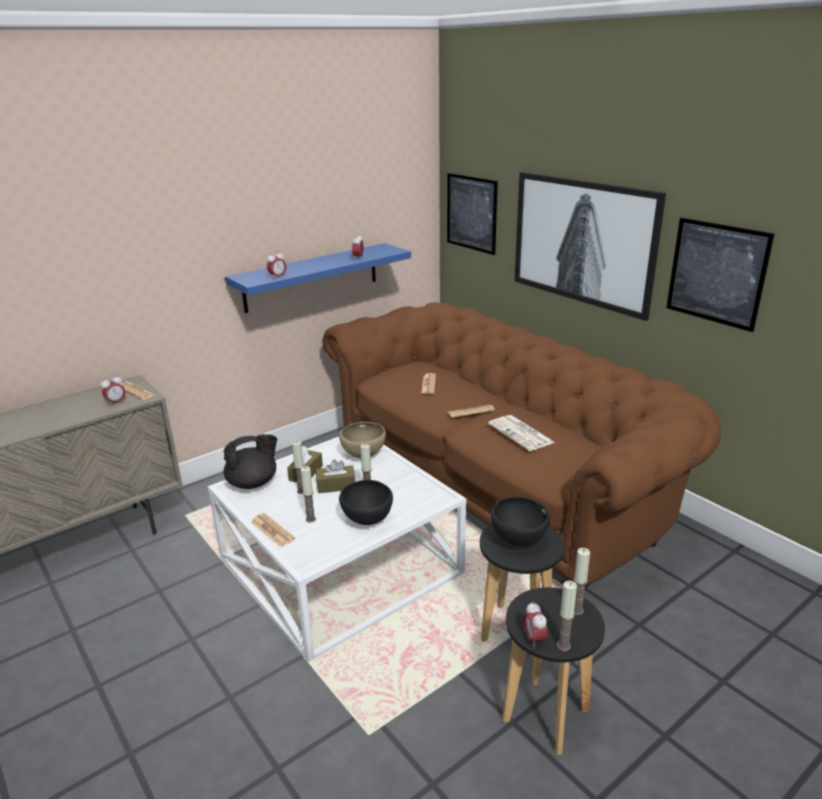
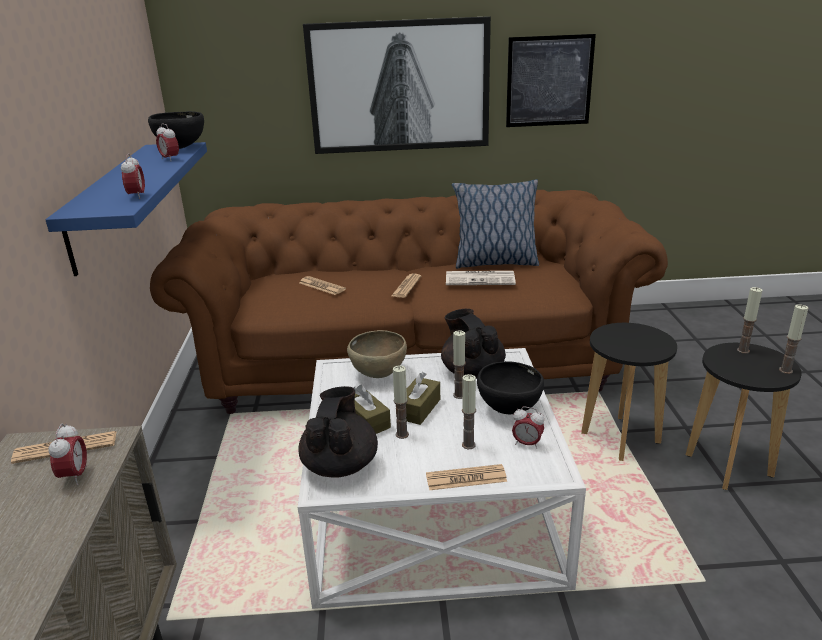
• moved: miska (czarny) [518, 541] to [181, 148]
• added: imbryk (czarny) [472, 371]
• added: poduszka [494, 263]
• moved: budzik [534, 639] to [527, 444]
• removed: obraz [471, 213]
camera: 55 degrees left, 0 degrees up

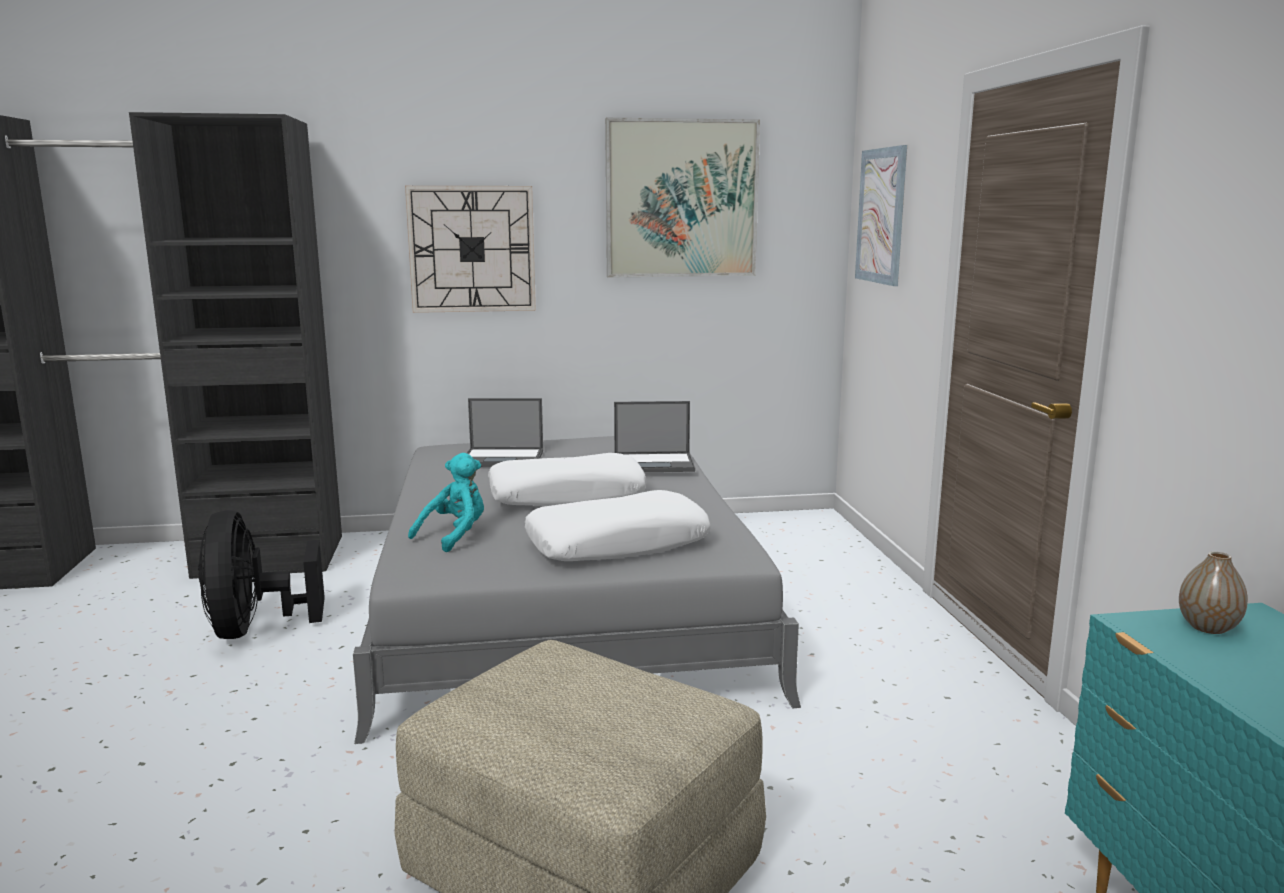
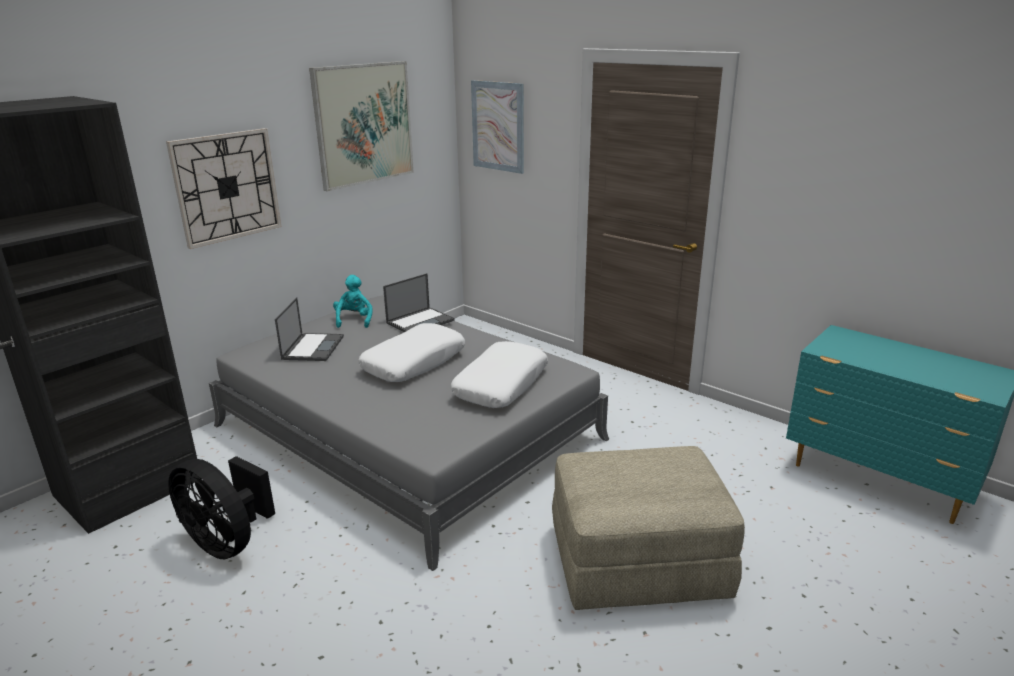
• turned: laptop [504, 458] = [313, 347] 45 degrees counterclockwise
• moved: pluszak (turkusowy) [455, 536] to [354, 320]
• removed: wazon [1207, 627]
camera: 40 degrees left, 10 degrees up

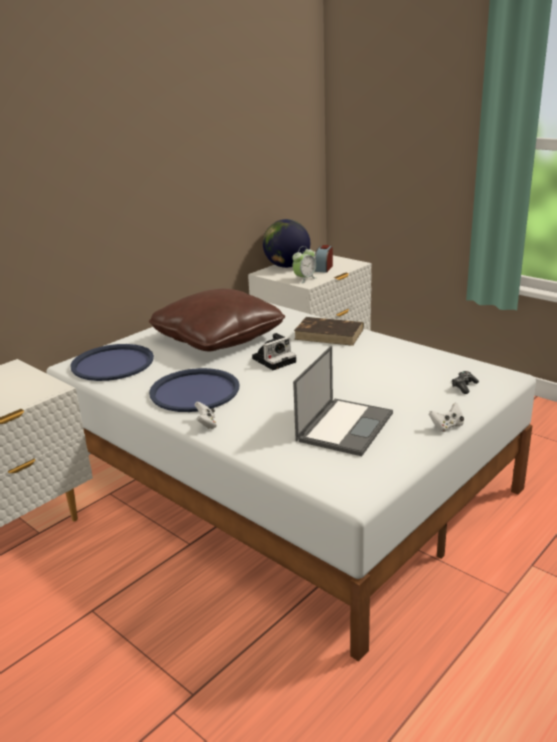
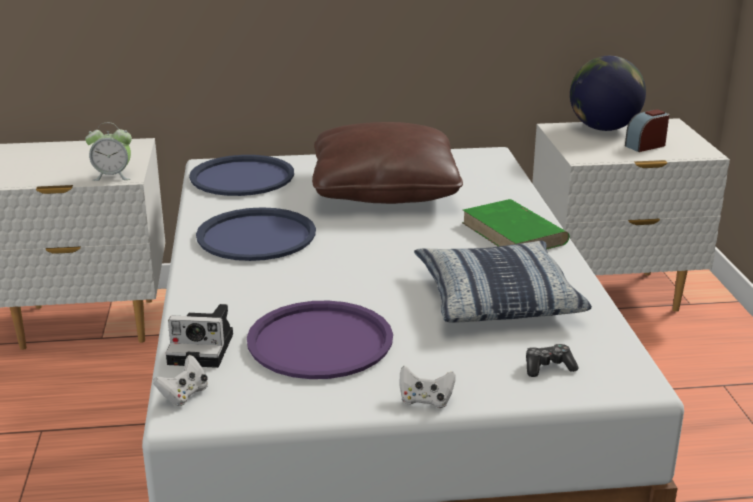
• moved: budzik [304, 279] to [112, 176]
• moved: pad do gier (biały) [206, 424] to [184, 395]
• moved: aparat fotograficzny [275, 359] to [204, 348]
• replaced: laptop [345, 426] to taca (fioletowy) [320, 341]
• added: poduszka [496, 297]
• recoloured: książka (brązowy) [329, 334] to książka (zielony) [514, 233]
camera: 40 degrees right, 0 degrees up

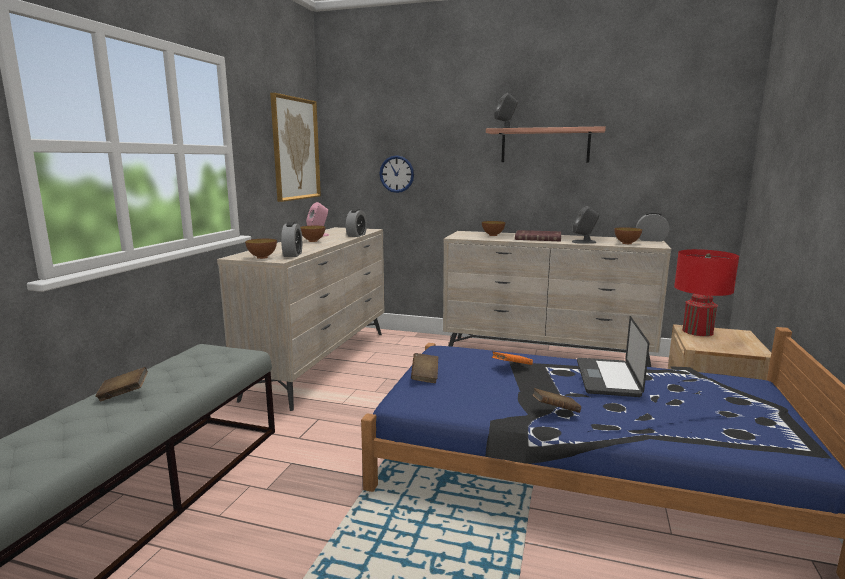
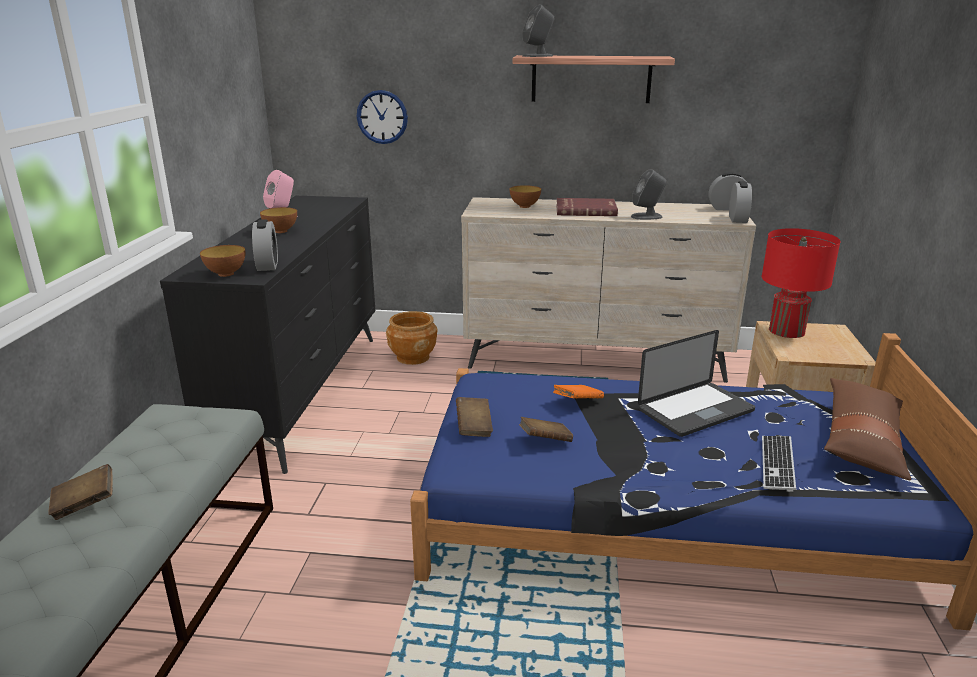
• recoloured: komoda (beżowy) [322, 362] to komoda (czarny) [303, 393]
• added: donica (brązowy) [413, 357]
• moved: książka (brązowy) [555, 411] to [545, 441]
• turned: laptop [607, 378] = [695, 410] 120 degrees counterclockwise
• moved: budzik [356, 235] to [737, 219]
• added: klawiatura [777, 464]
• added: poduszka (brązowy) [862, 440]
• removed: obraz [295, 149]
• removed: miska [626, 243]
camera: 10 degrees left, 10 degrees up

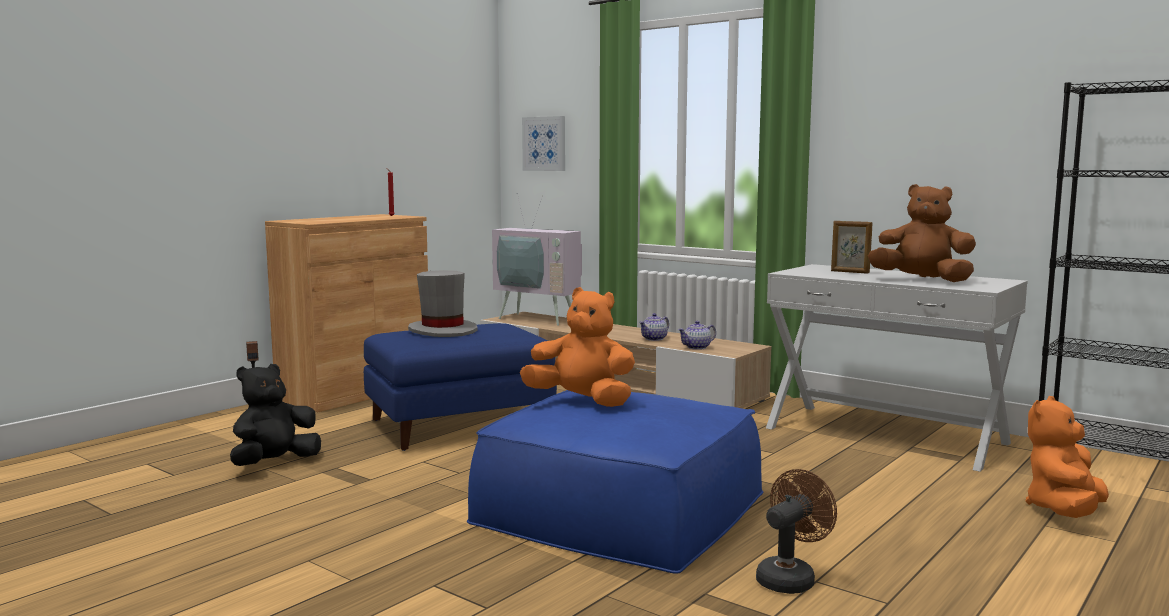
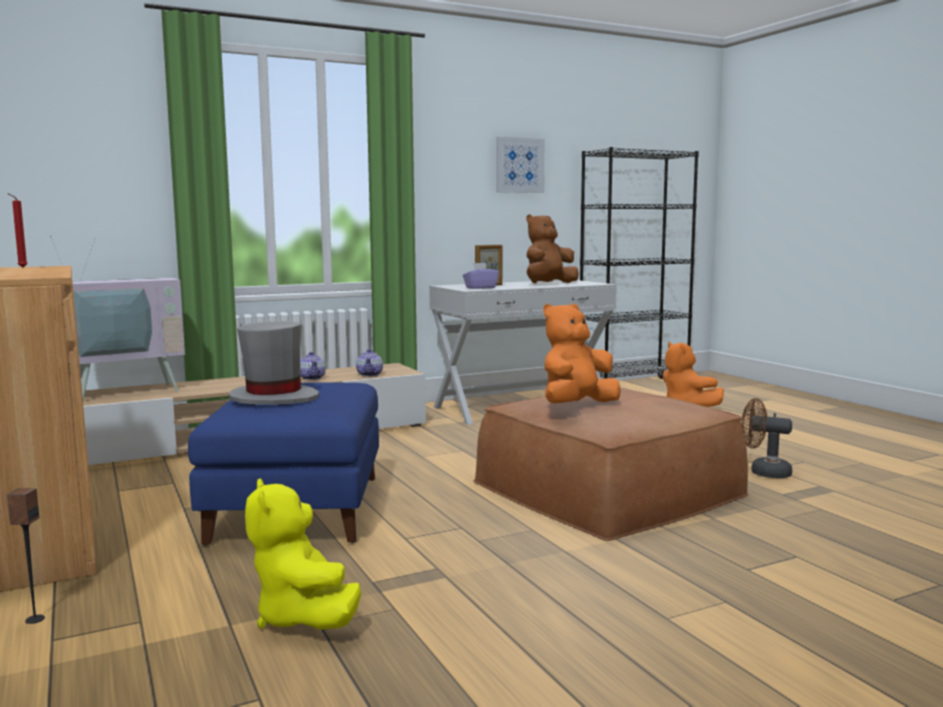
• recoloured: pluszak (czarny) [274, 463] to pluszak (żółty) [303, 618]
• added: pudełko chusteczek (fioletowy) [480, 288]
• recoloured: pufa (niebieski) [621, 507] to pufa (brązowy) [607, 488]
• moved: obraz [544, 144] to [519, 165]
• turned: wentylator (brązowy) [790, 578] = [763, 472] 45 degrees counterclockwise
camera: 65 degrees left, 0 degrees up

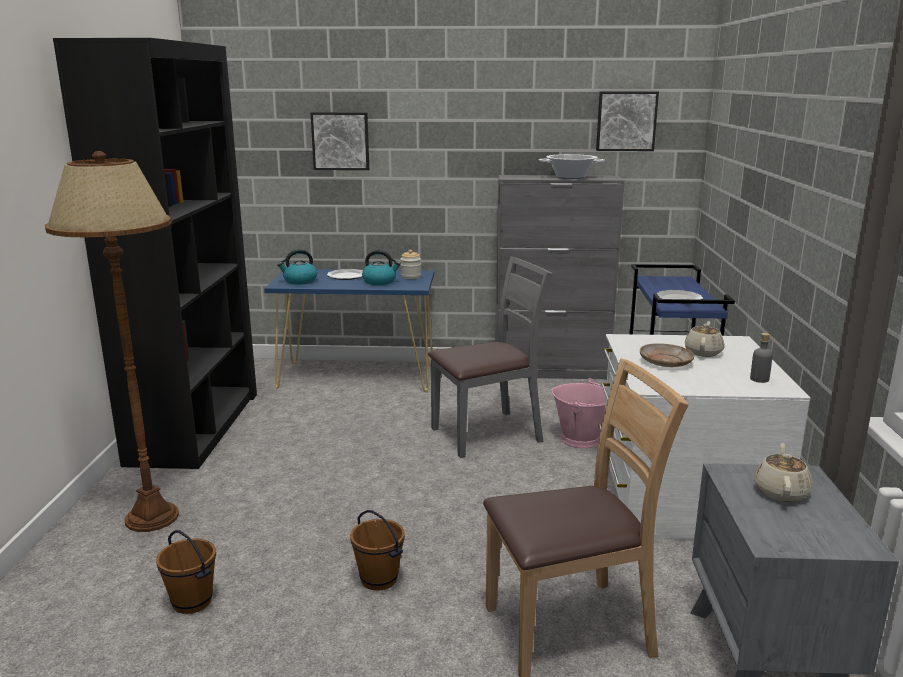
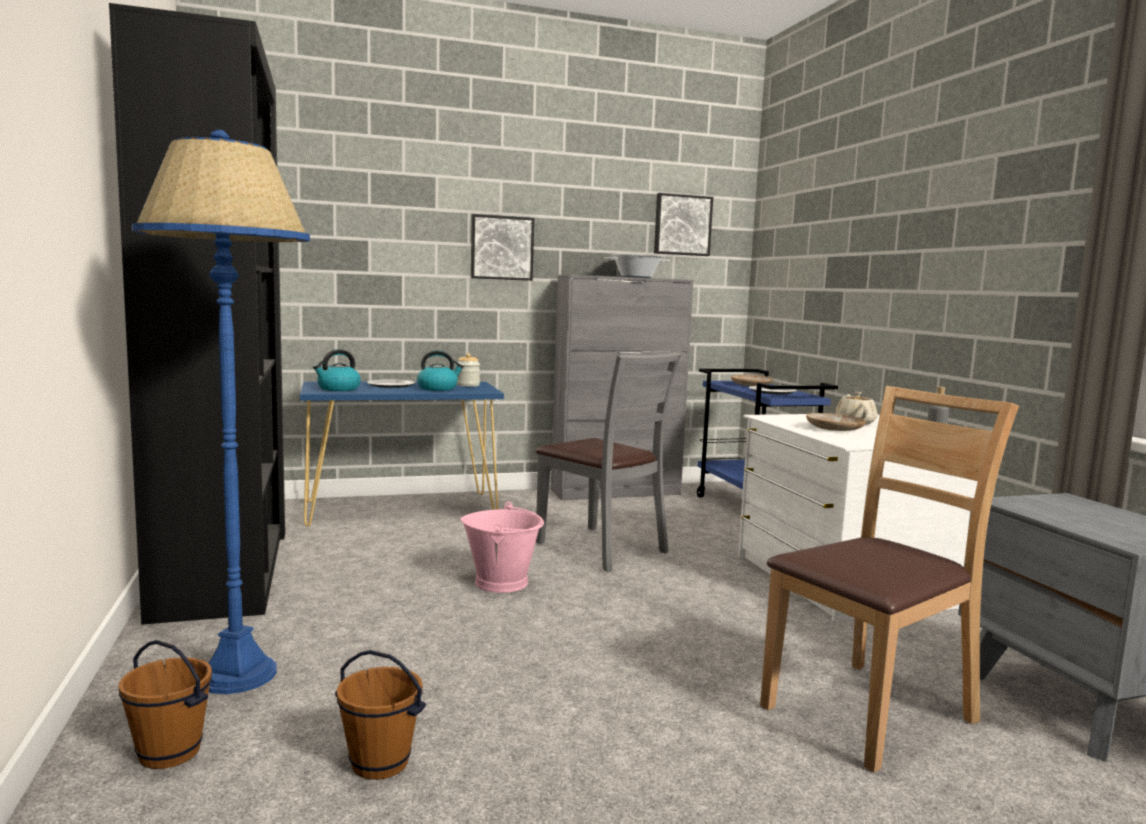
• moved: wiadro (brązowy) [378, 580] to [168, 753]
• recoloured: lampa stojąca (brązowy) [153, 517] to lampa stojąca (niebieski) [238, 674]
• moved: wiadro (różowy) [580, 439] to [502, 582]
• moved: obraz [340, 141] to [501, 248]
• turned: krzesło (szary) [487, 434] = [601, 548] 90 degrees clockwise
• added: talerz (beżowy) [751, 385]
• removed: imbryk (beżowy) [781, 491]
camera: 20 degrees left, 10 degrees down

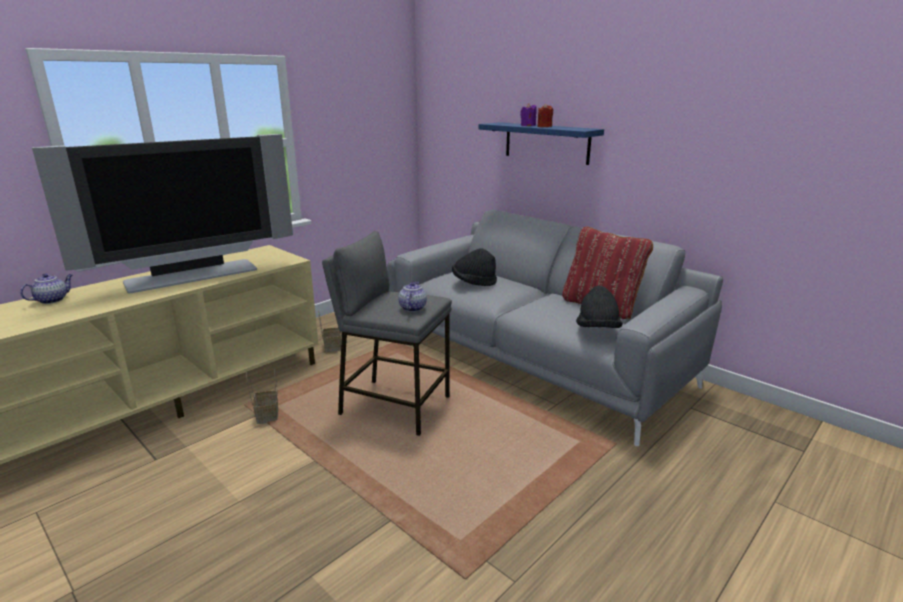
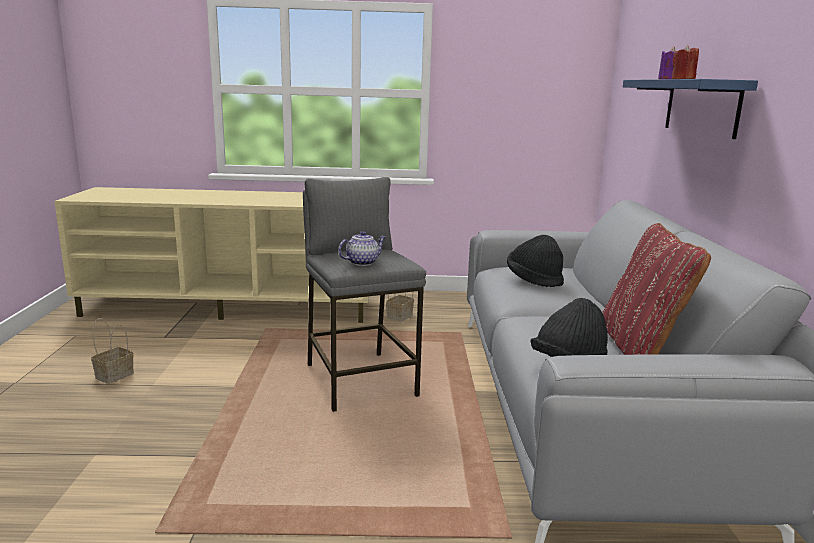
• moved: koszyk [267, 415] to [115, 375]
• removed: imbryk [52, 300]
• removed: telewizor [193, 276]
camera: 45 degrees right, 5 degrees down

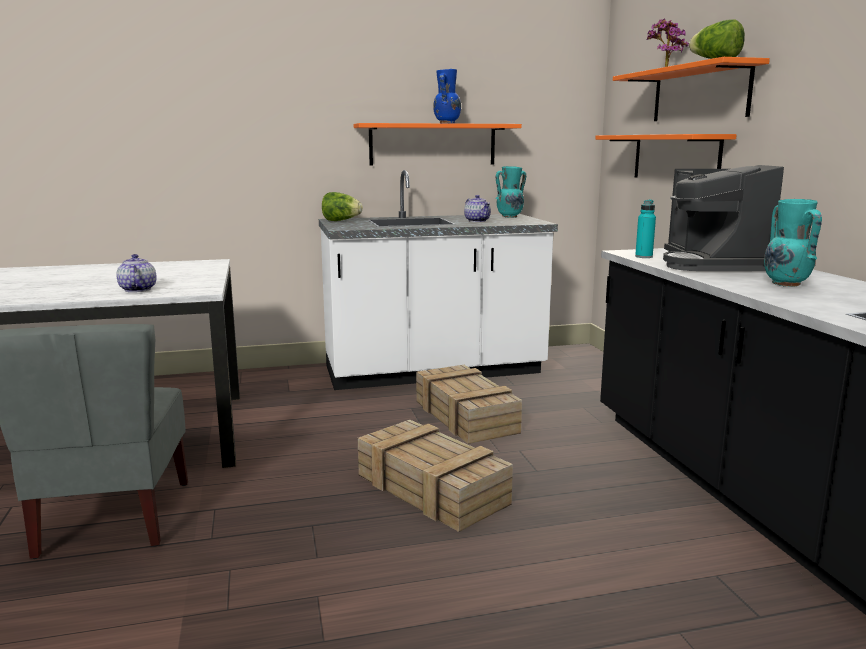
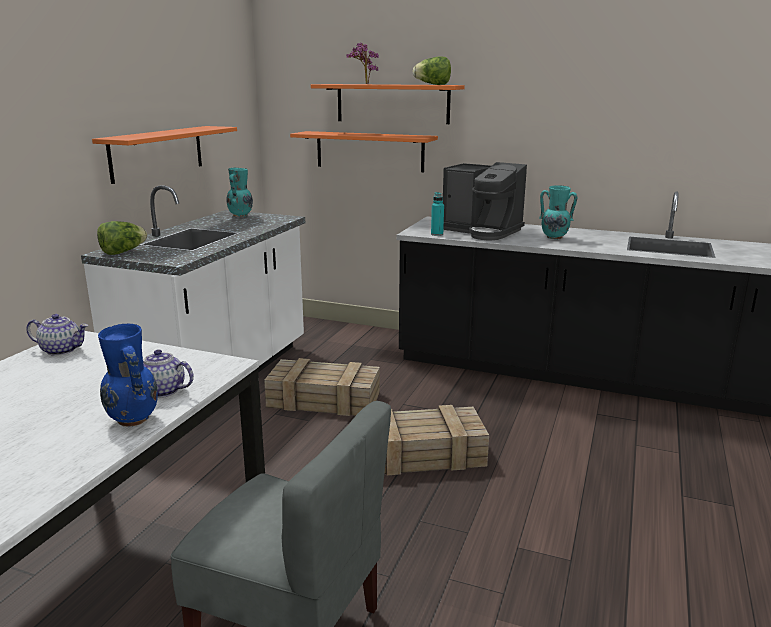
• moved: imbryk [477, 221] to [62, 350]
• moved: wazon (niebieski) [446, 123] to [133, 420]
camera: 55 degrees left, 5 degrees up

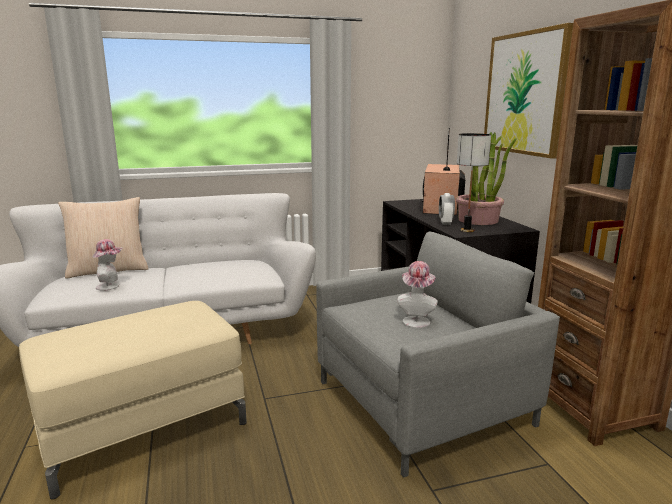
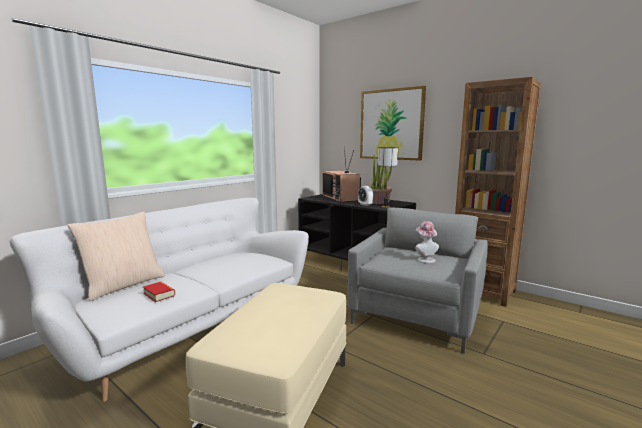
• replaced: kapelusz [111, 286] to książka [159, 294]
camera: 35 degrees left, 5 degrees down

